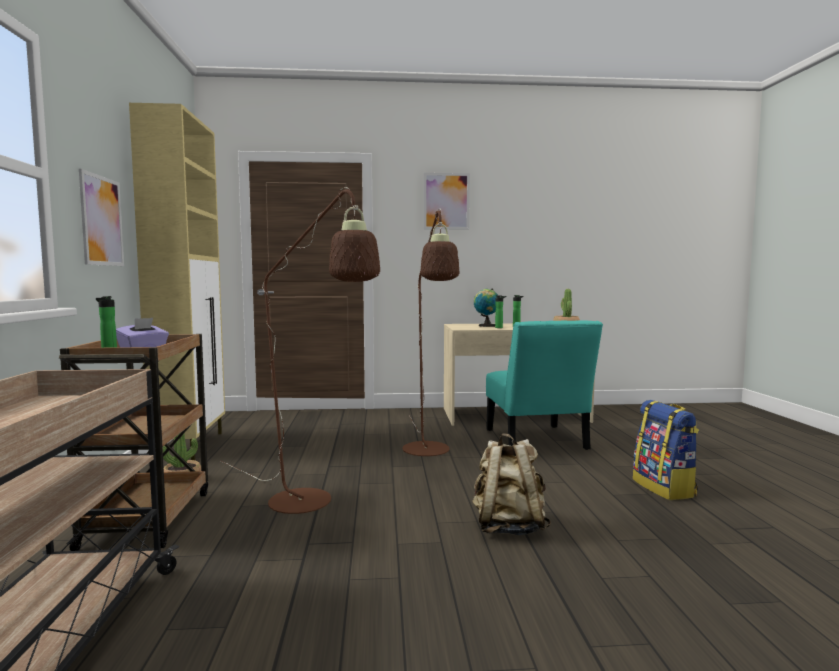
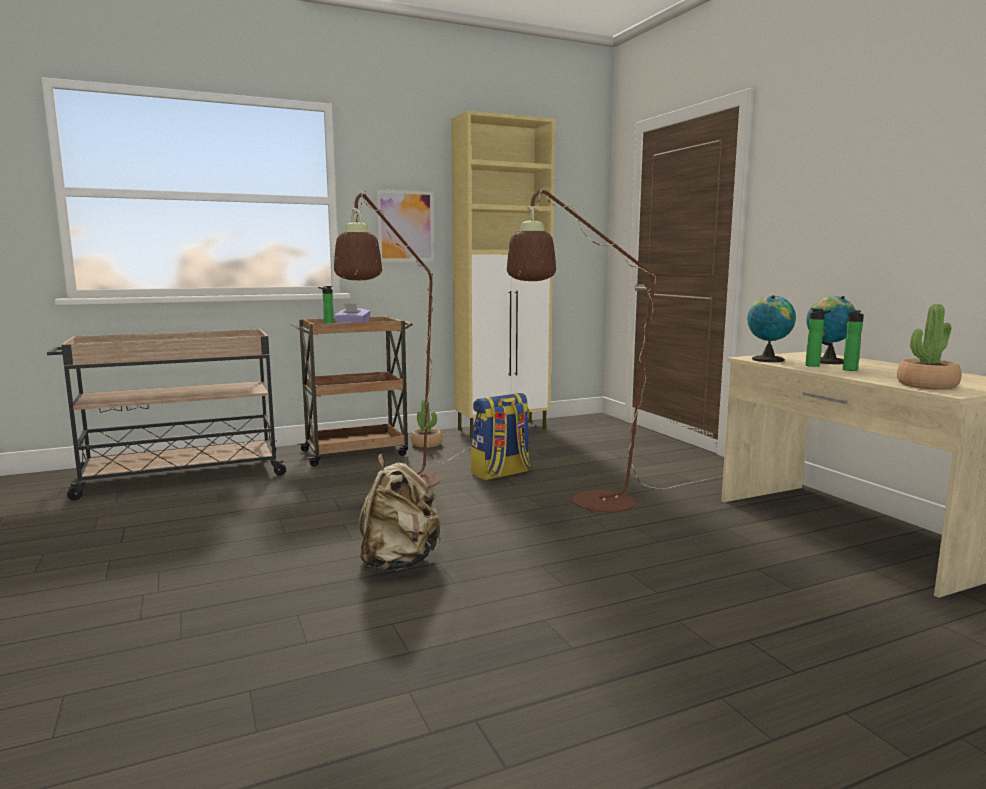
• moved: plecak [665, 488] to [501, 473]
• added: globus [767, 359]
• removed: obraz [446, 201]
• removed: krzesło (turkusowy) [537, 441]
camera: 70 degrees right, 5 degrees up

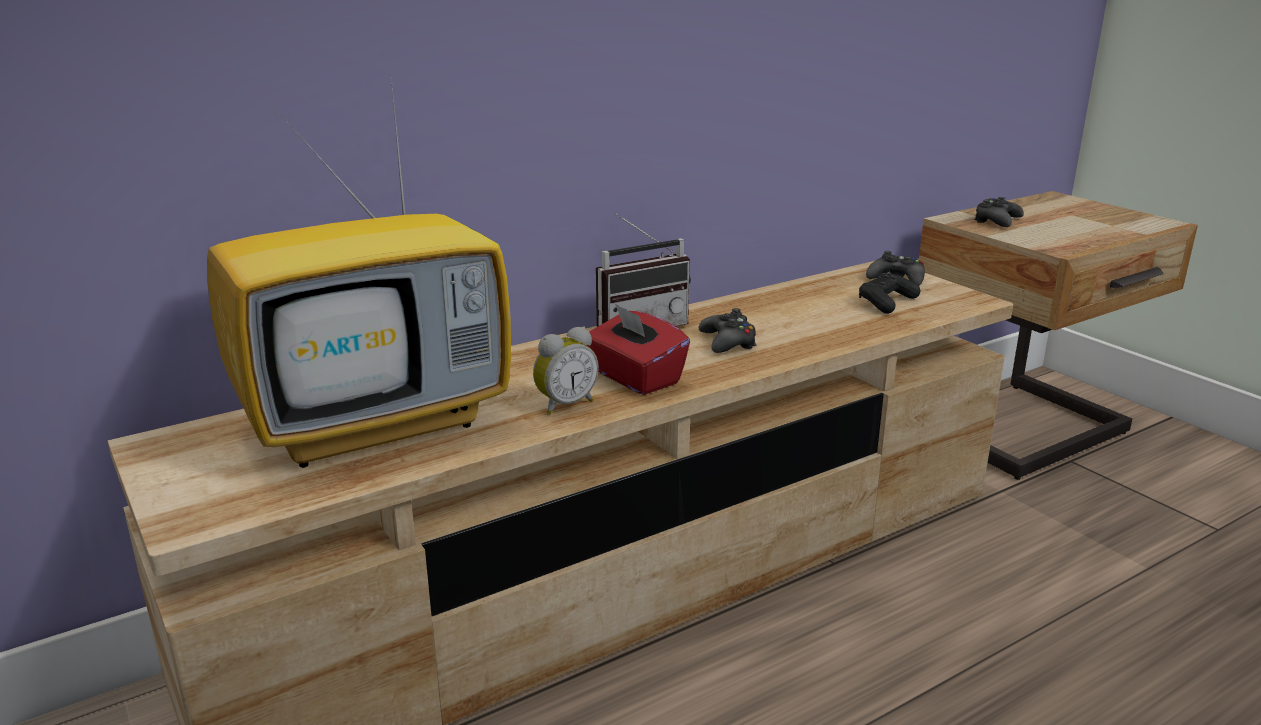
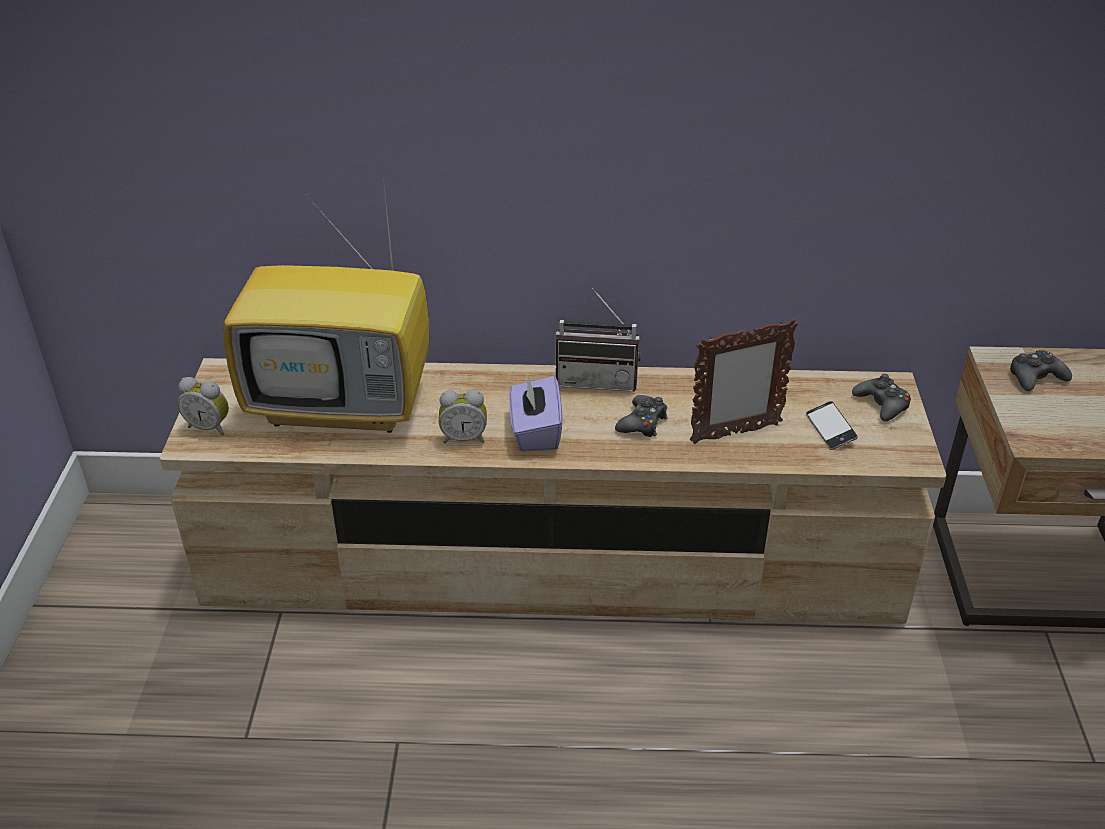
• added: budzik [210, 427]
• recoloured: pudełko chusteczek (czerwony) [635, 378] to pudełko chusteczek (fioletowy) [535, 432]
• added: ramka na zdjęcie [734, 433]
• replaced: pad do gier (czarny) [886, 302] to telefon [830, 429]
camera: 35 degrees right, 15 degrees up

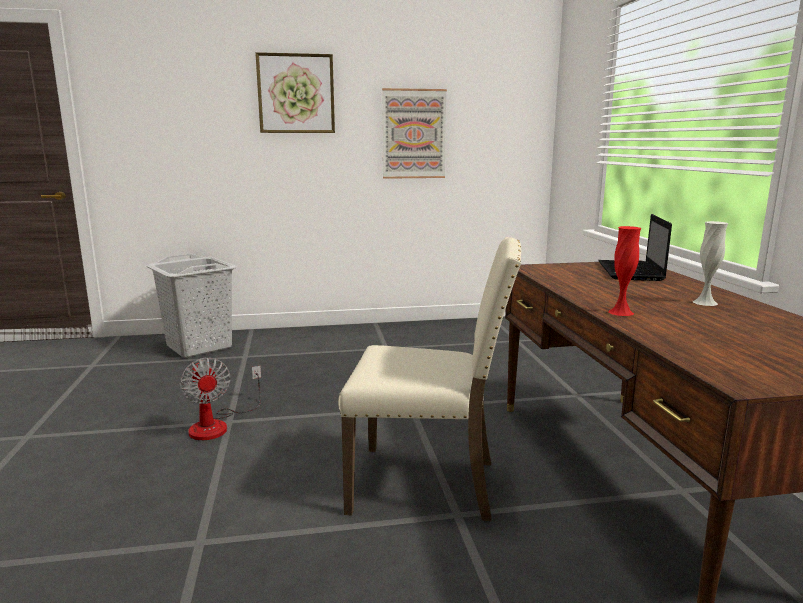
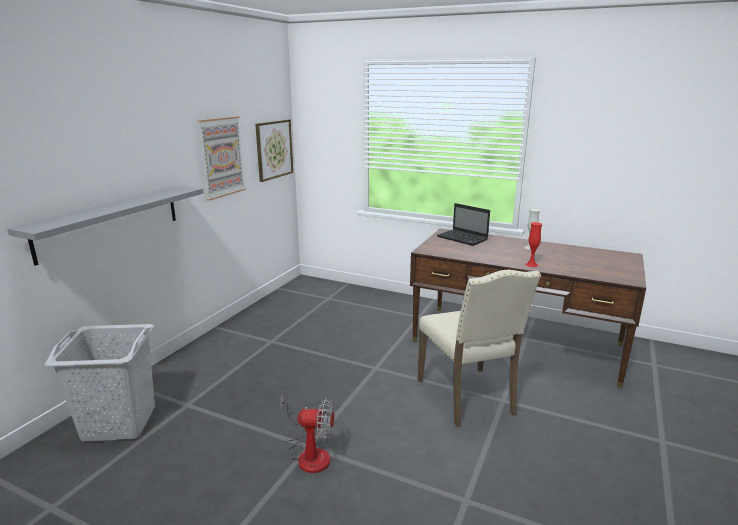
• added: półka (szary) [110, 221]
• moved: obraz [296, 94] to [274, 149]
• turned: krzesło (beżowy) [427, 484] = [468, 397] 120 degrees clockwise
camera: 55 degrees left, 5 degrees up

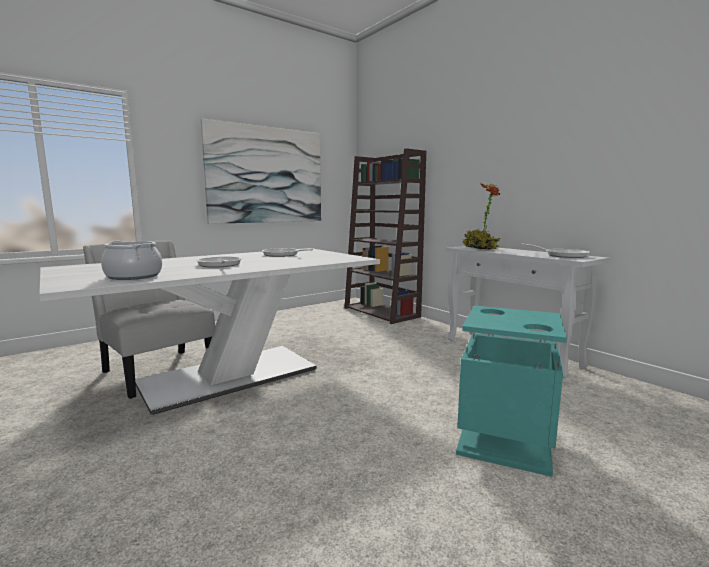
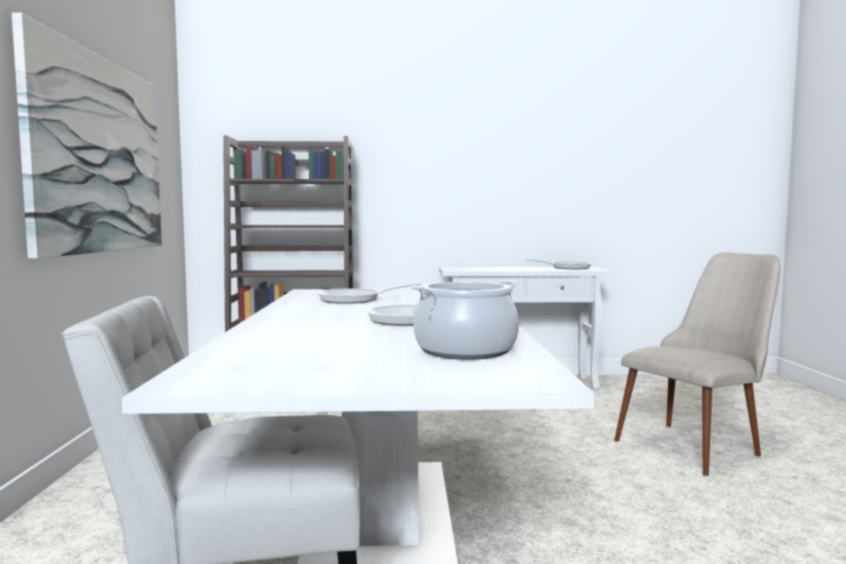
• replaced: kosz na śmieci (turkusowy) [505, 442] to krzesło (beżowy) [699, 443]
• removed: roślina doniczkowa [480, 248]
camera: 55 degrees left, 5 degrees down

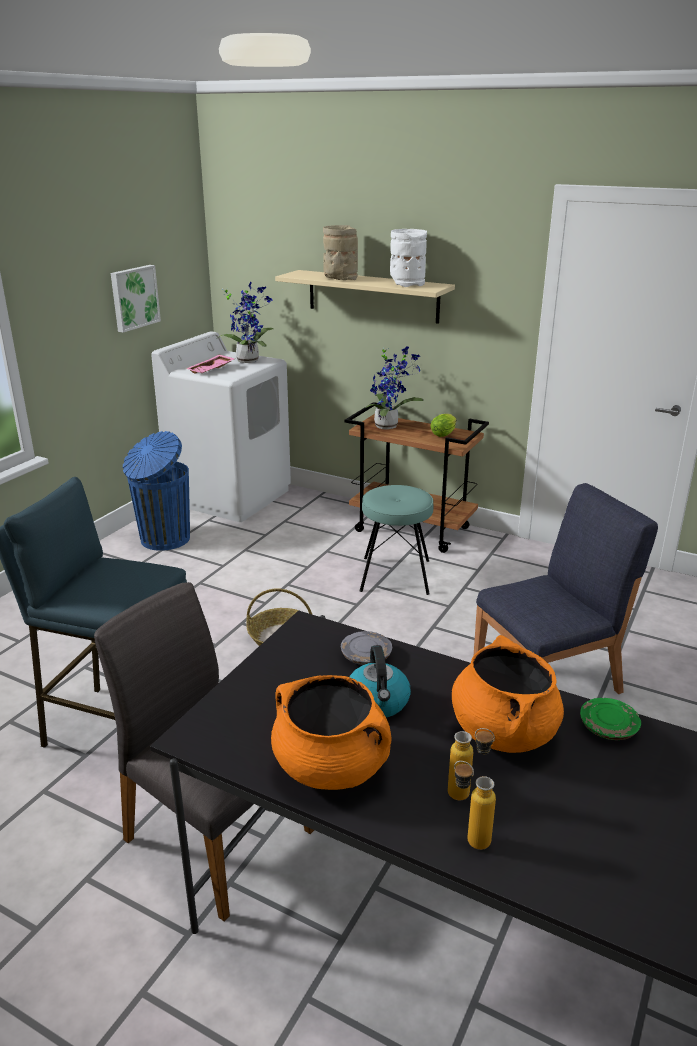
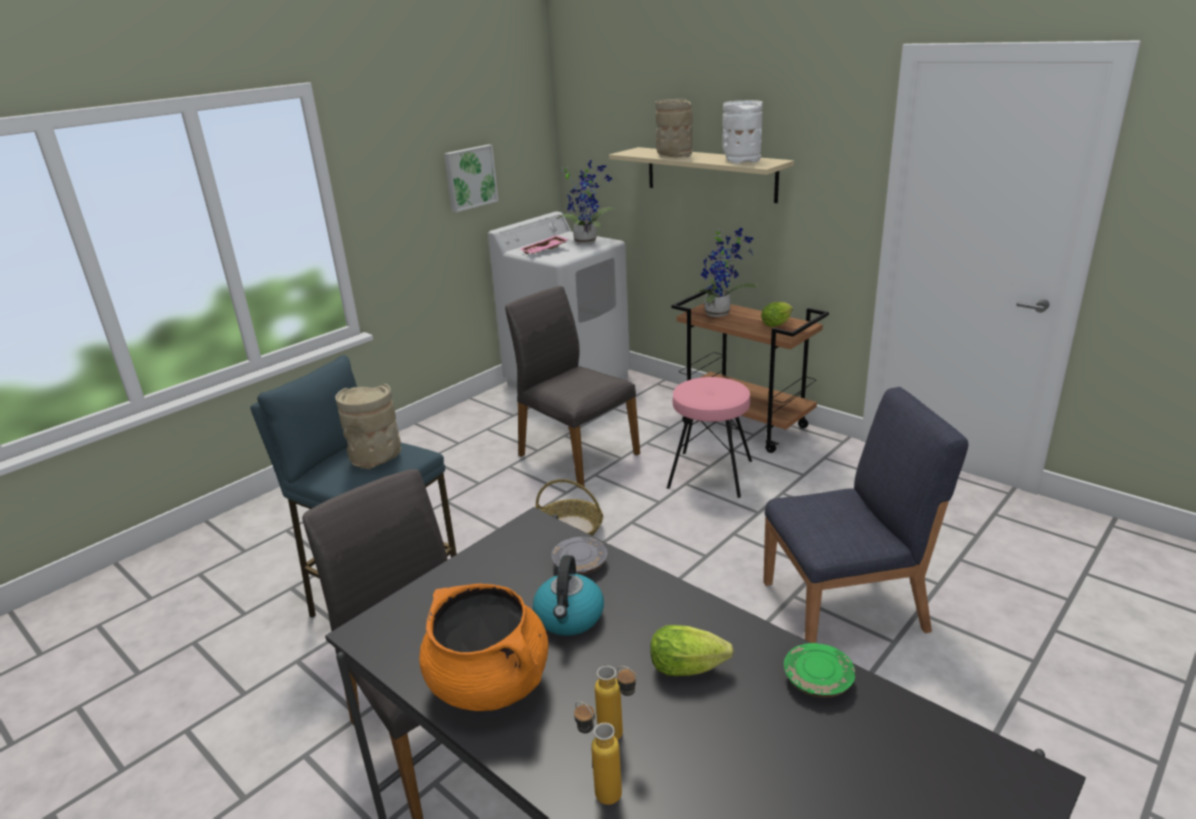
• added: wazon (beżowy) [376, 460]
• added: krzesło (szary) [576, 454]
• replaced: garnek (pomarańczowy) [503, 731] to sałata [692, 668]
• recoloured: stołek (turkusowy) [395, 575] to stołek (różowy) [710, 474]
• removed: kosz na śmieci (niebieski) [164, 539]
camera: 15 degrees right, 0 degrees up

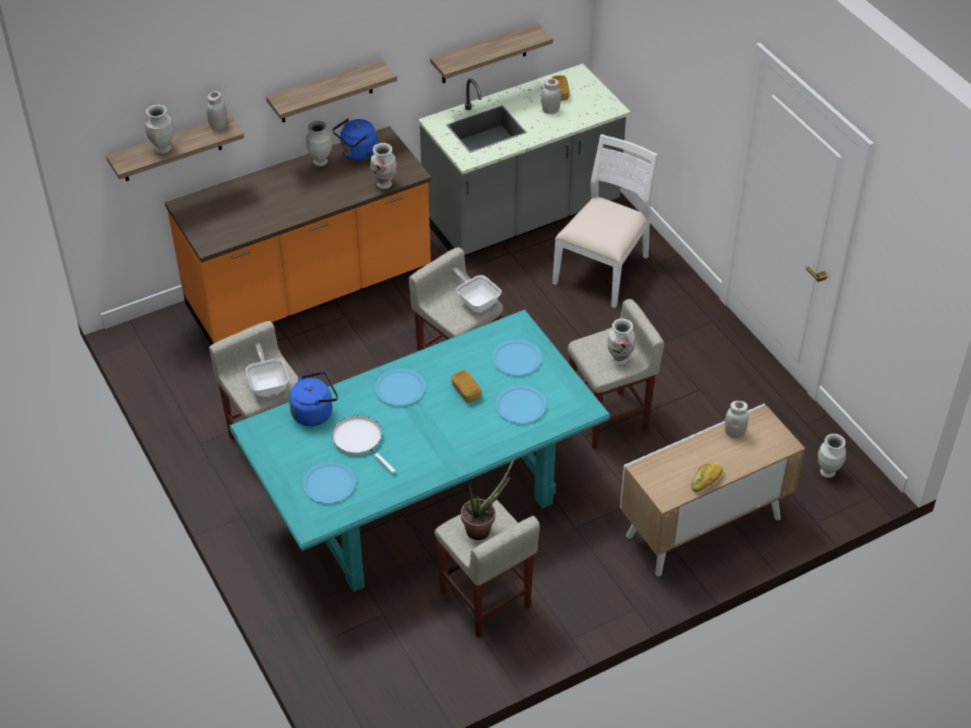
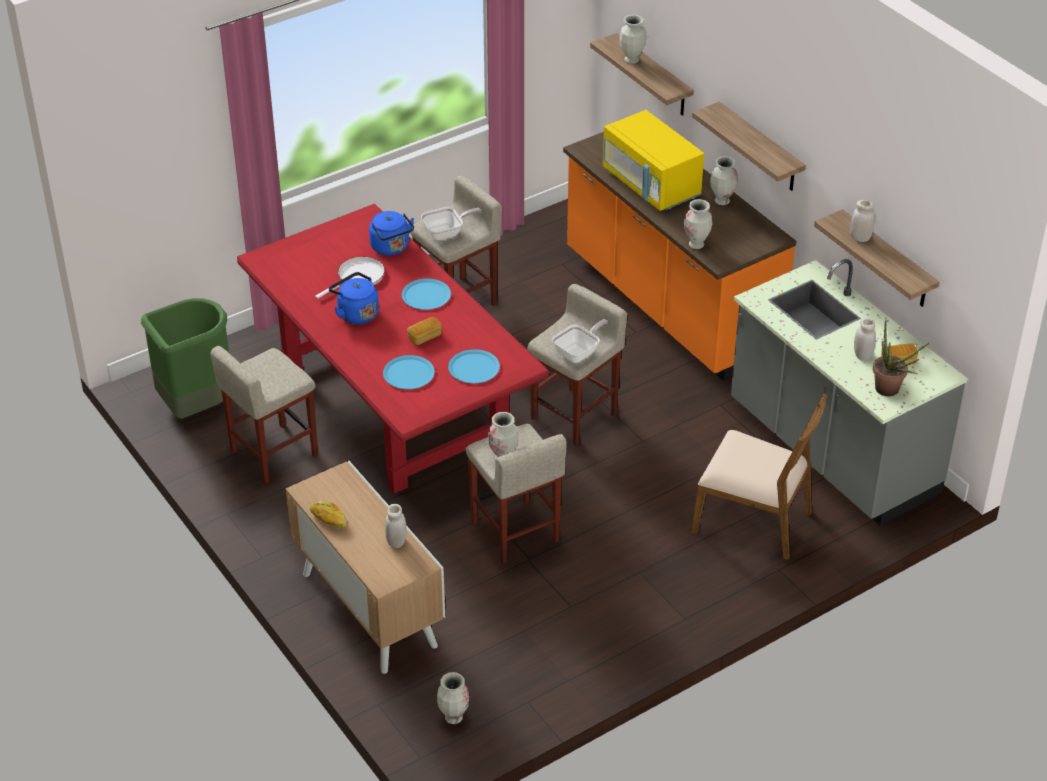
• added: kosz na śmieci (zielony) [196, 406]
• recoloured: stół jadalny (turkusowy) [424, 499] to stół jadalny (czerwony) [394, 405]
• moved: czajnik (niebieski) [357, 154] to [356, 314]
• added: mikrofalówka (żółty) [651, 184]
• recoloured: krzesło (biały) [603, 270] to krzesło (brązowy) [753, 521]
• moved: słoik (biały) [219, 126] to [860, 238]
• moved: roślina doniczkowa [483, 528] to [891, 391]
• removed: talerz (niebieski) [329, 484]
camera: 85 degrees right, 5 degrees down

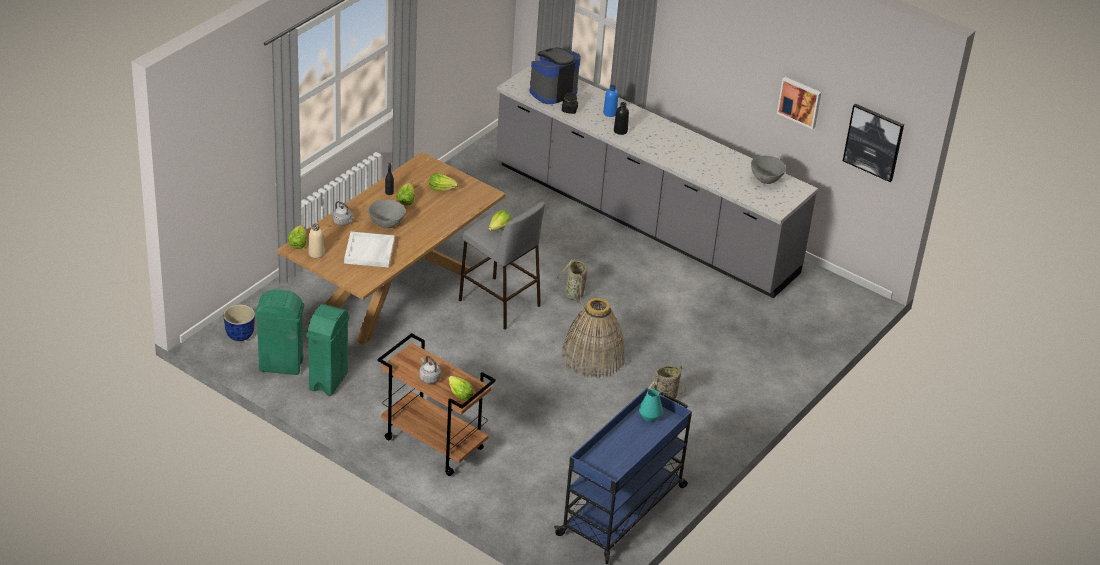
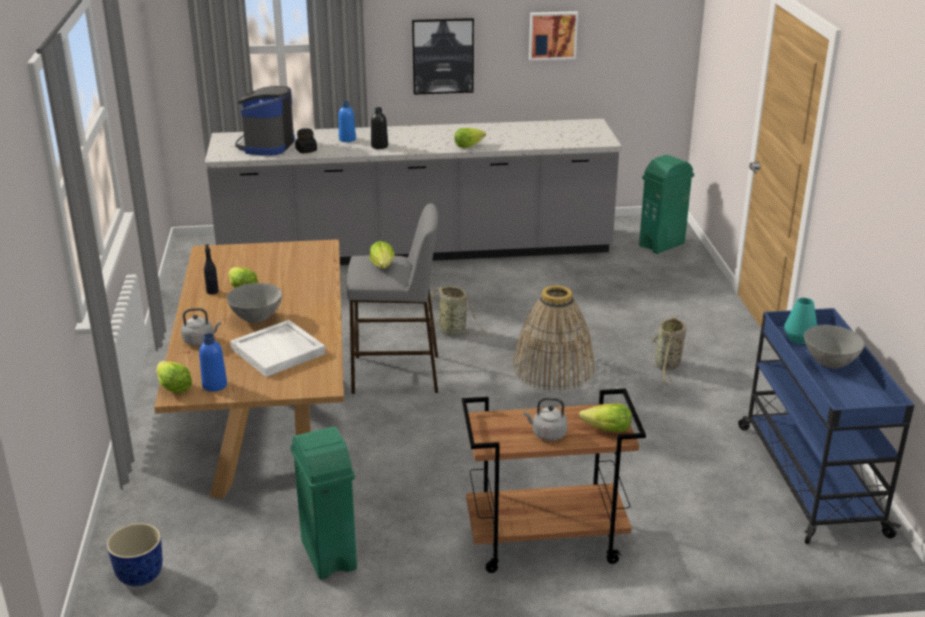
• recoloured: butelka (beżowy) [316, 253] to butelka (niebieski) [214, 385]
• moved: obraz [874, 142] to [443, 56]
• moved: sałata [442, 188] to [468, 145]
• moved: kosz na śmieci (zielony) [281, 366] to [662, 245]
• moved: miska (szary) [765, 180] to [829, 363]
camera: 40 degrees left, 10 degrees down

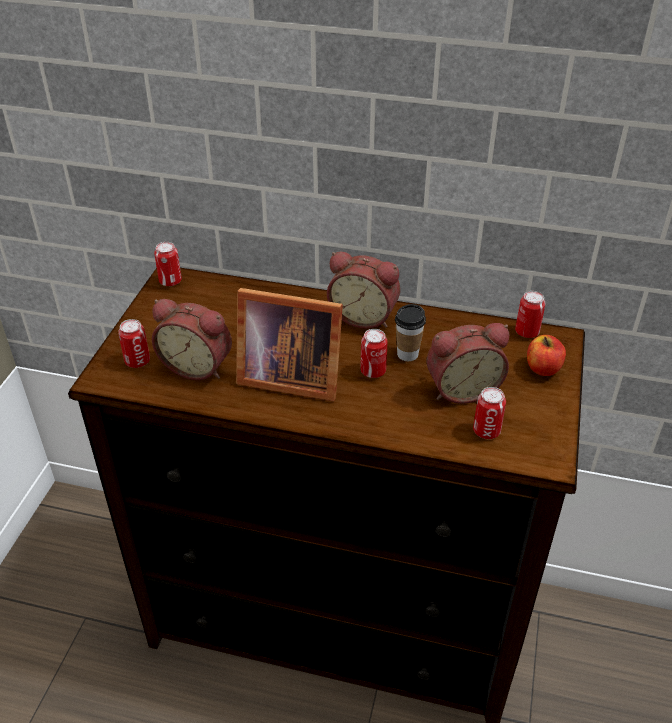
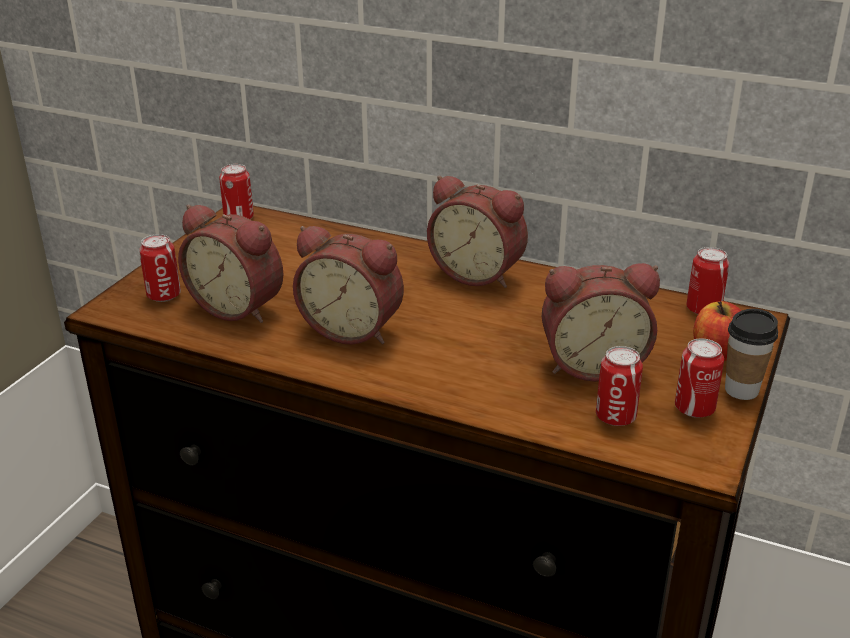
• replaced: ramka na zdjęcie [287, 376] to budzik [353, 328]
• moved: puszka [373, 371] to [694, 408]
• moved: filiżanka [407, 354] to [741, 390]
camera: 10 degrees right, 10 degrees down

